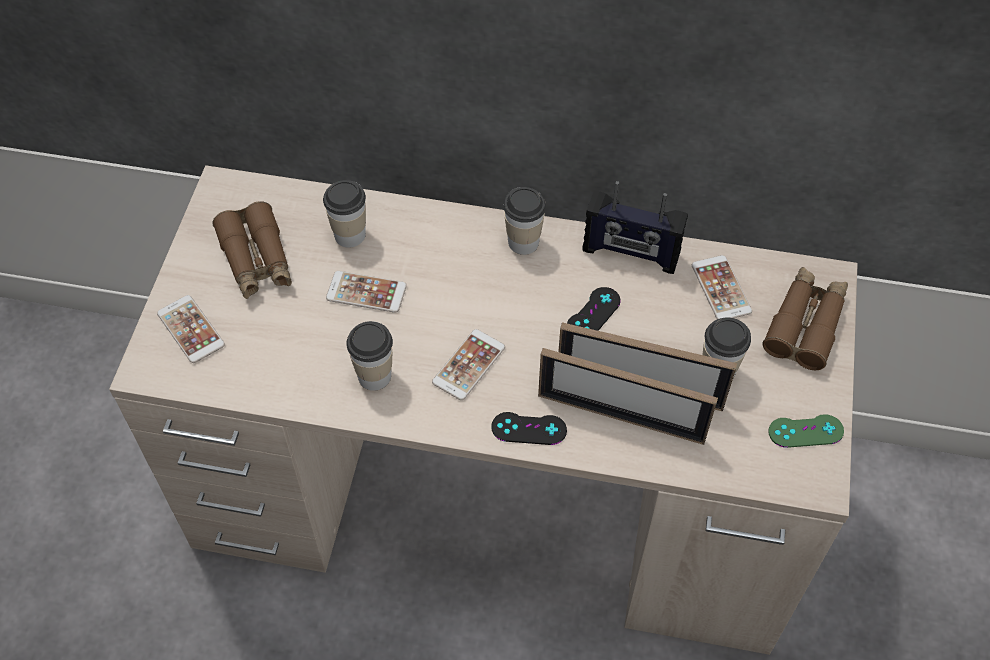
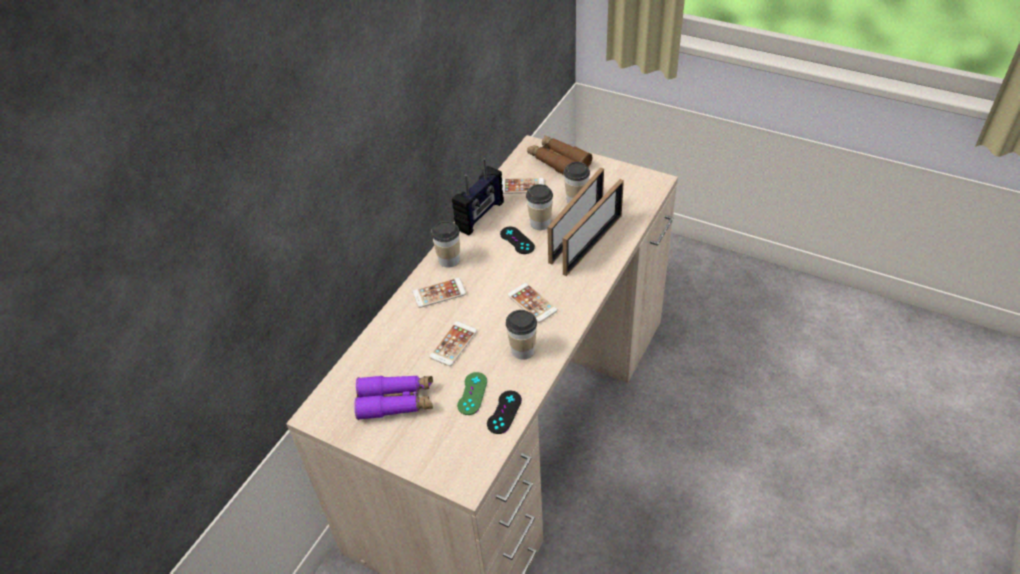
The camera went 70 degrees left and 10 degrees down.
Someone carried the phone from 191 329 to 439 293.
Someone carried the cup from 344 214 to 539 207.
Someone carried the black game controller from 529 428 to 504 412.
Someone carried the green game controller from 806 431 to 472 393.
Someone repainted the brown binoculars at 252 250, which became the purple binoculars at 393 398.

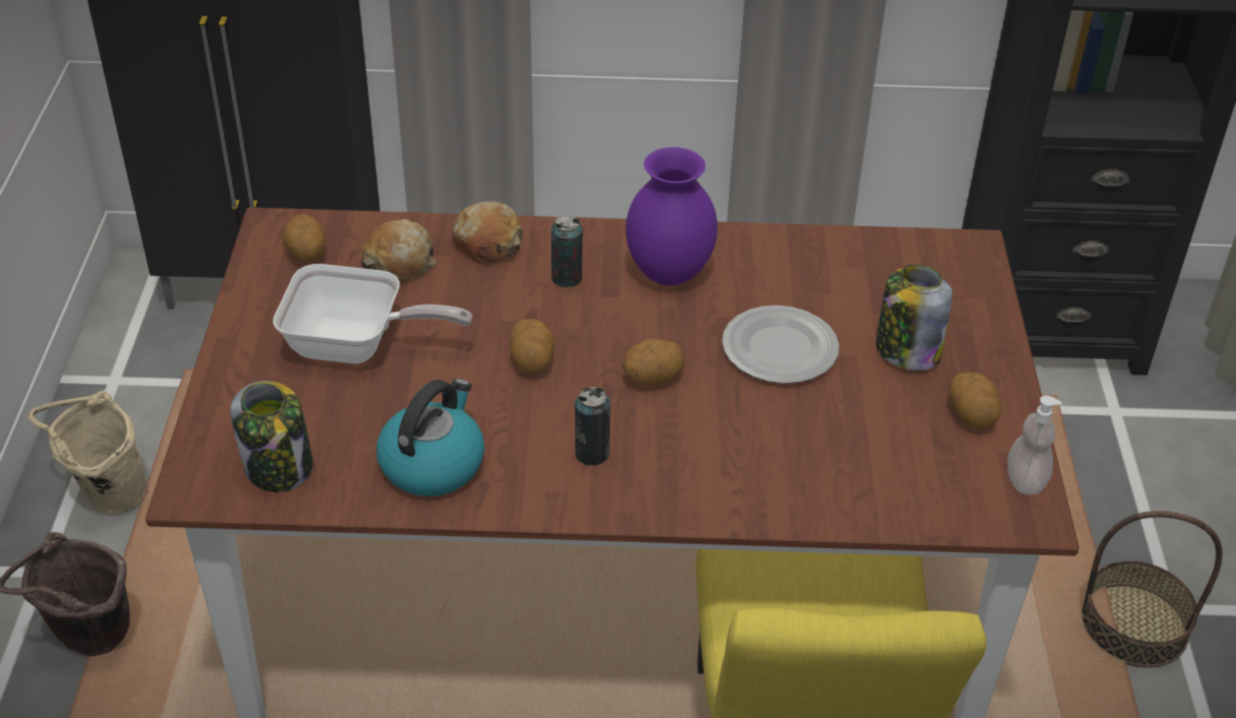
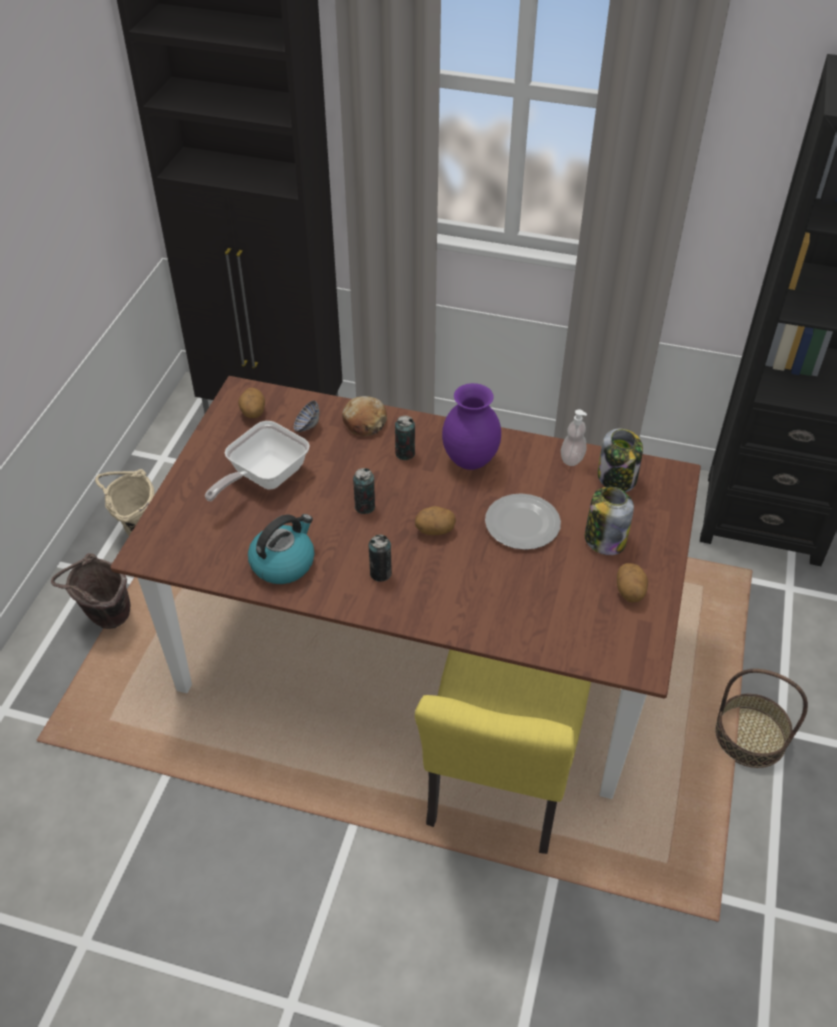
The camera went 15 degrees right and 5 degrees up.
Someone carried the jar from 271 436 to 620 460.
Someone carried the soap dispenser from 1035 445 to 574 437.
Someone swapped the bread at 398 250 for the bowl at 306 416.
Someone swapped the potato at 532 346 for the can at 364 491.
Someone rotated the frying pan at 372 314 by 105 degrees clockwise.

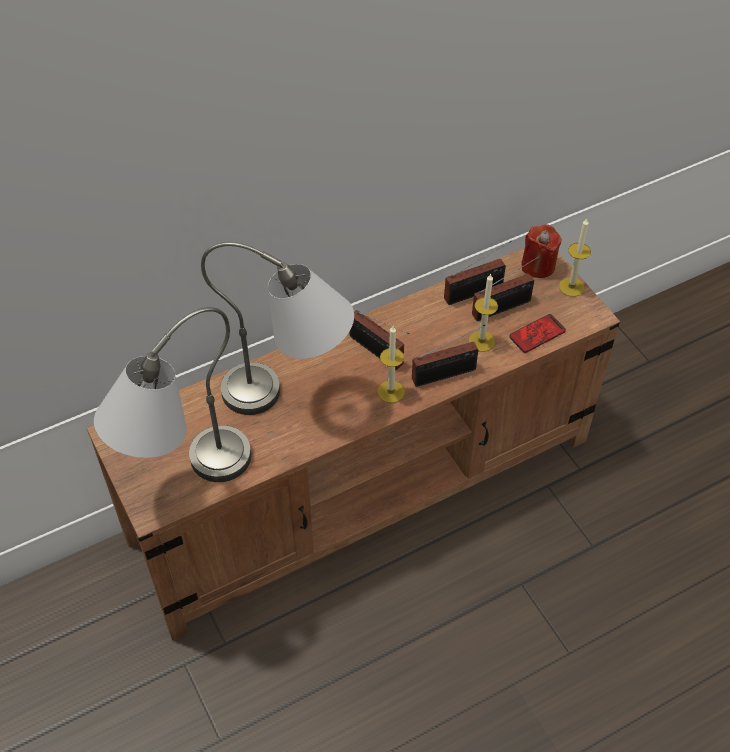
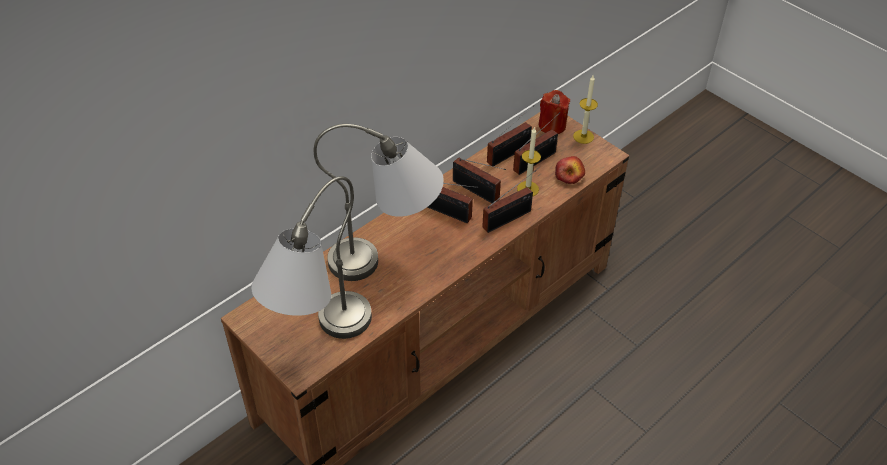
The camera went 15 degrees left and 5 degrees down.
Someone took away the candle at 391 364.
Someone put down the radio at 479 180.
Someone swapped the phone at 537 333 for the apple at 570 170.

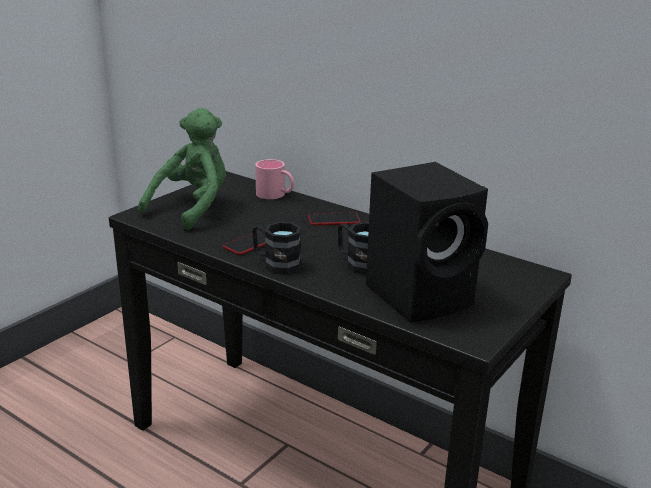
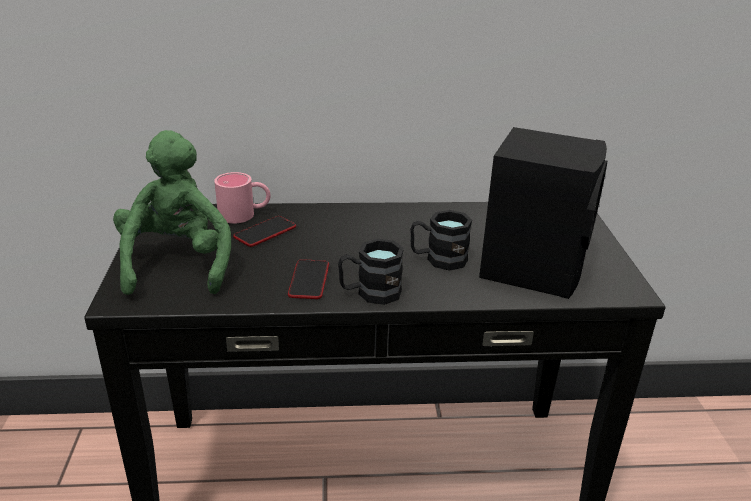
The camera went 40 degrees left and 5 degrees up.
Someone carried the phone from 334 218 to 264 231.

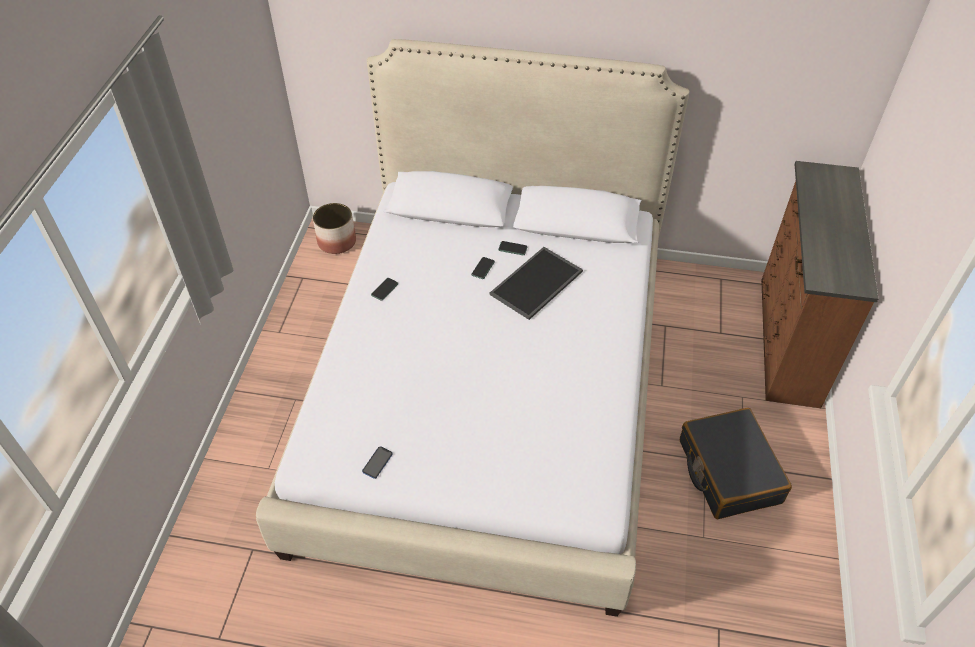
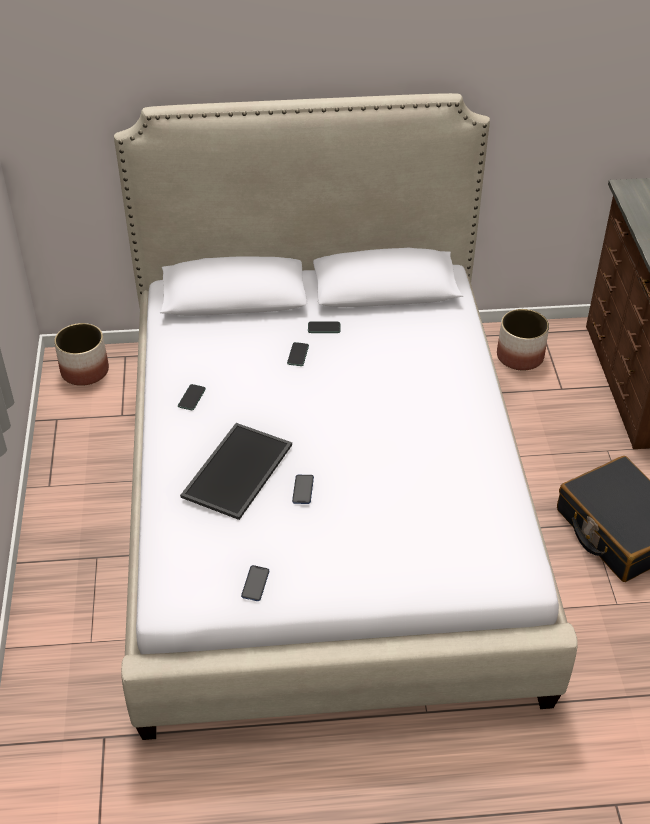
The camera went 15 degrees left and 5 degrees down.
Someone put down the phone at 303 489.
Someone put down the planter at 523 339.
Someone carried the tray from 536 283 to 236 471.

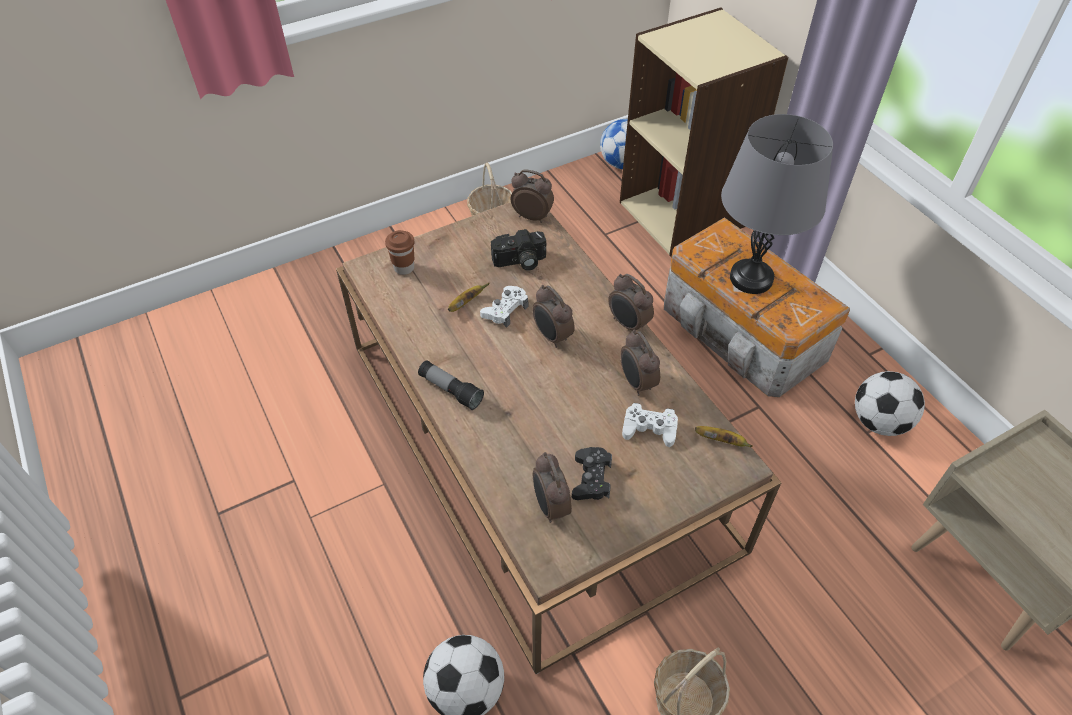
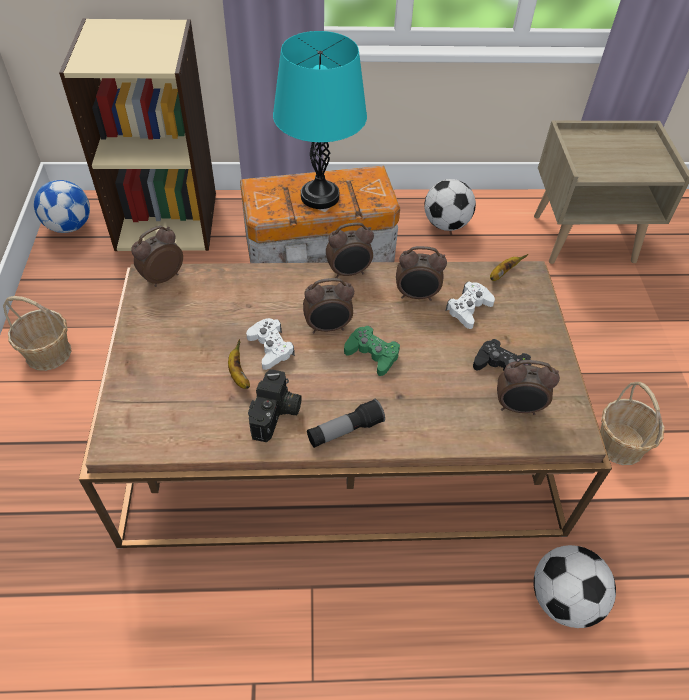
The camera went 65 degrees left and 0 degrees up.
Someone took away the brown cup at 399 252.
Someone put down the green game controller at 372 351.
Someone carried the photo camera from 518 250 to 275 405.
Someone repainted the grey table lamp at 777 204, which became the turquoise table lamp at 320 120.

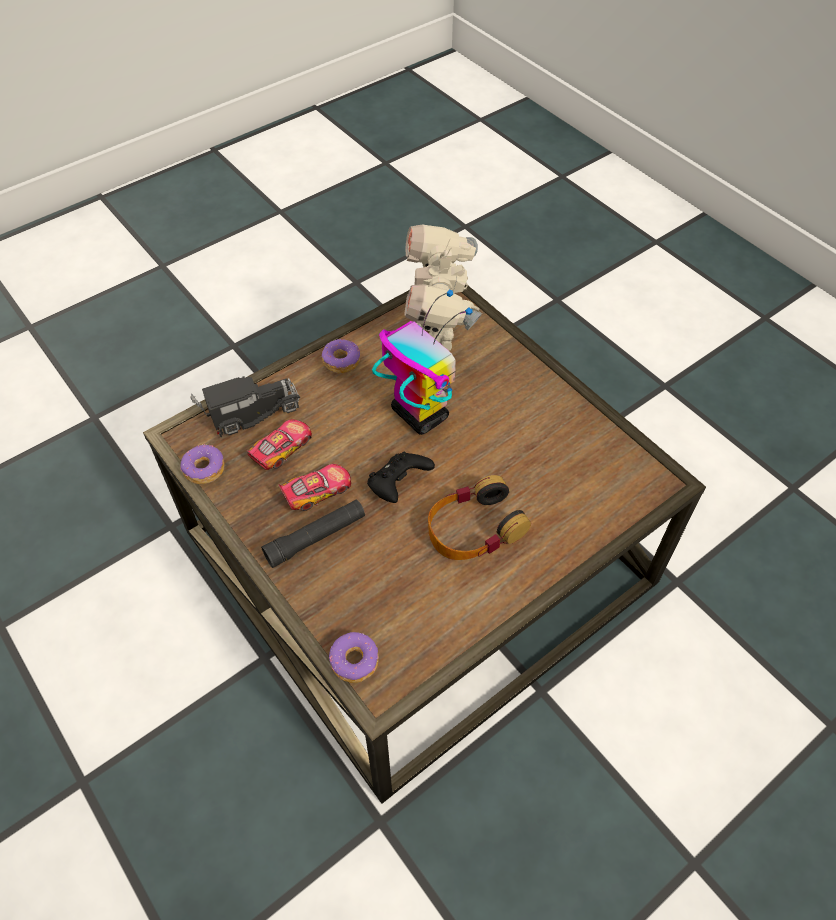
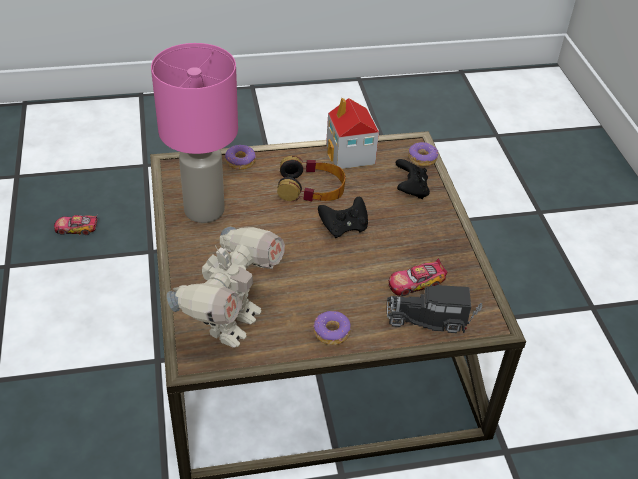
The camera went 155 degrees left and 10 degrees down.
Someone took away the black flashlight at 313 534.
Someone took away the toy robot at 422 362.
Someone put down the pink table lamp at 194 133.
Someone put down the toy house at 352 133.
Someone put down the black game controller at 413 179.
Someone carried the donut from 202 464 to 240 157.
Someone carried the toy car from 314 487 to 75 225.

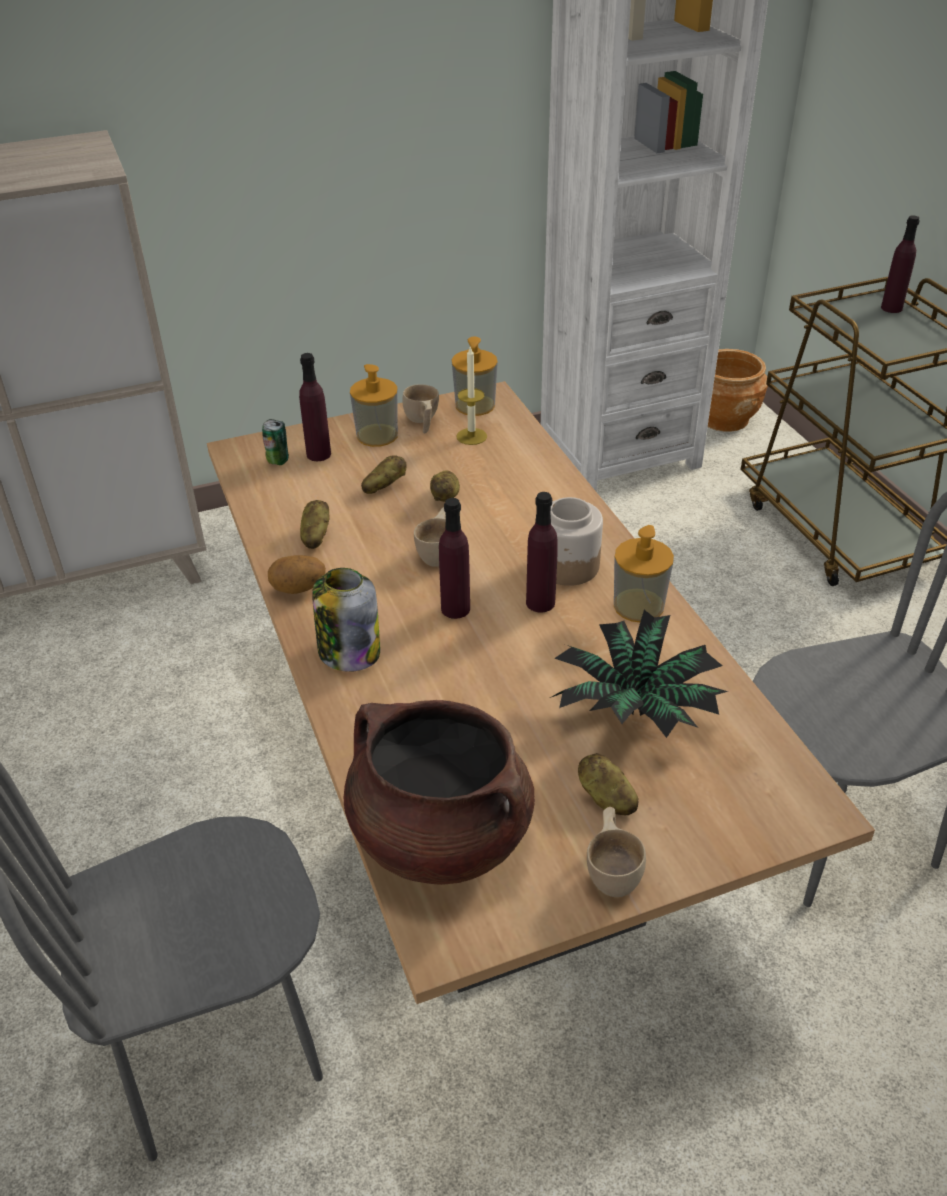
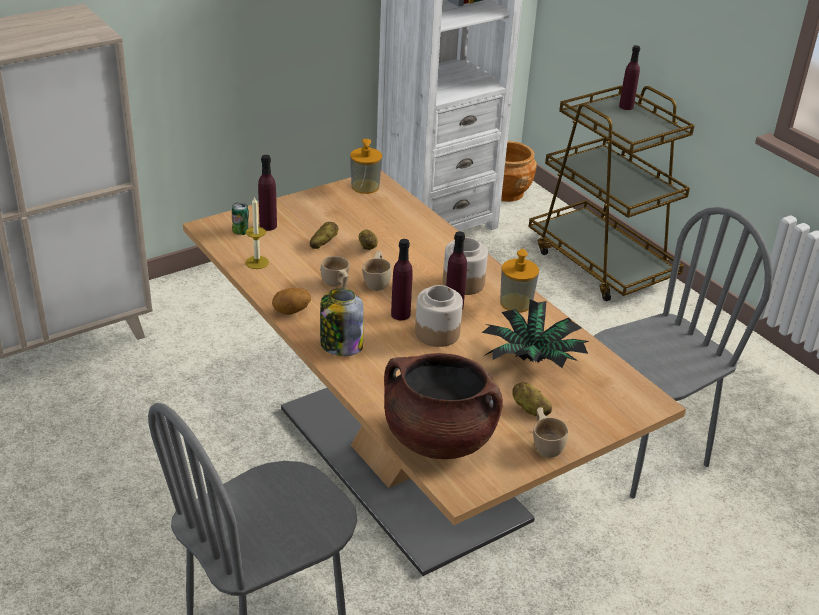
The camera went 15 degrees left and 5 degrees down.
Someone took away the potato at 315 524.
Someone took away the soap dispenser at 374 405.
Someone put down the jar at 439 316.
Someone carried the beige cup from 420 408 to 335 272.
Someone carried the candle from 471 396 to 257 232.

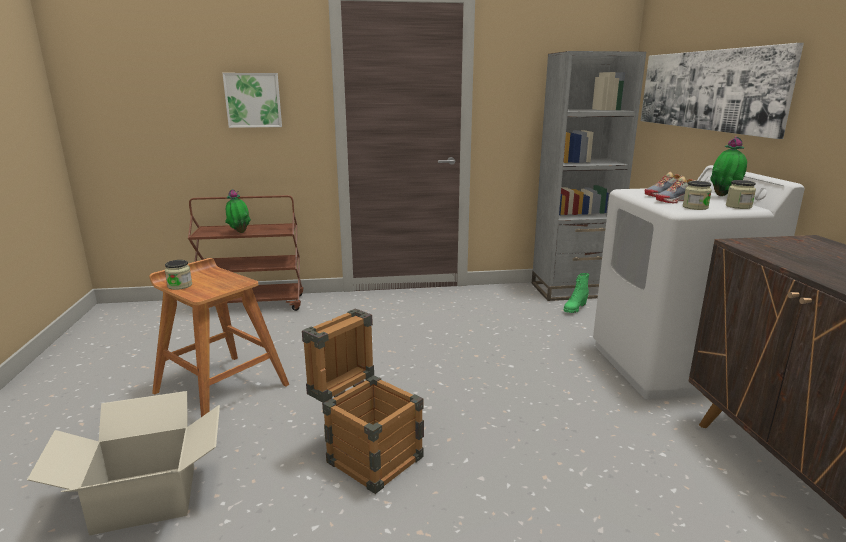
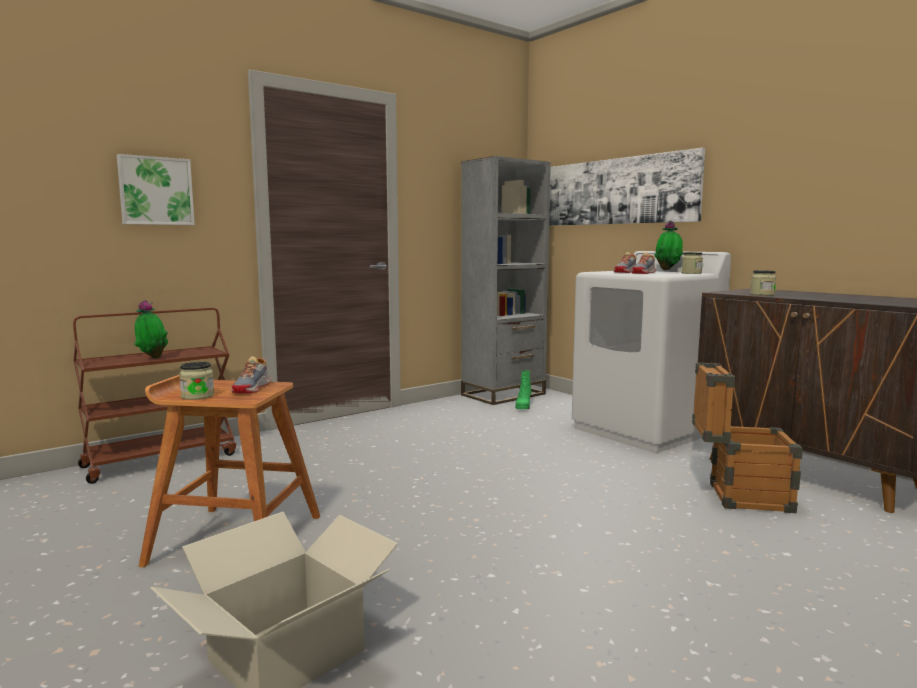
The camera went 30 degrees left and 10 degrees down.
Someone put down the shoe at 251 374.
Someone carried the crate from 363 401 to 747 437.
Someone carried the jar from 697 195 to 763 283.

